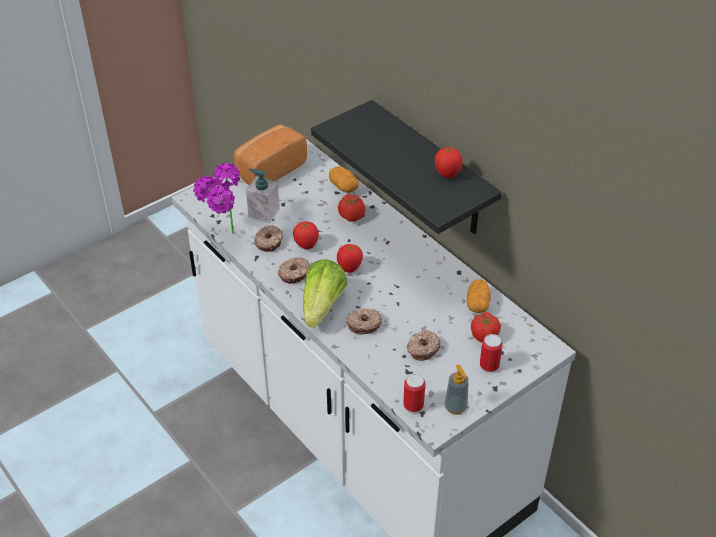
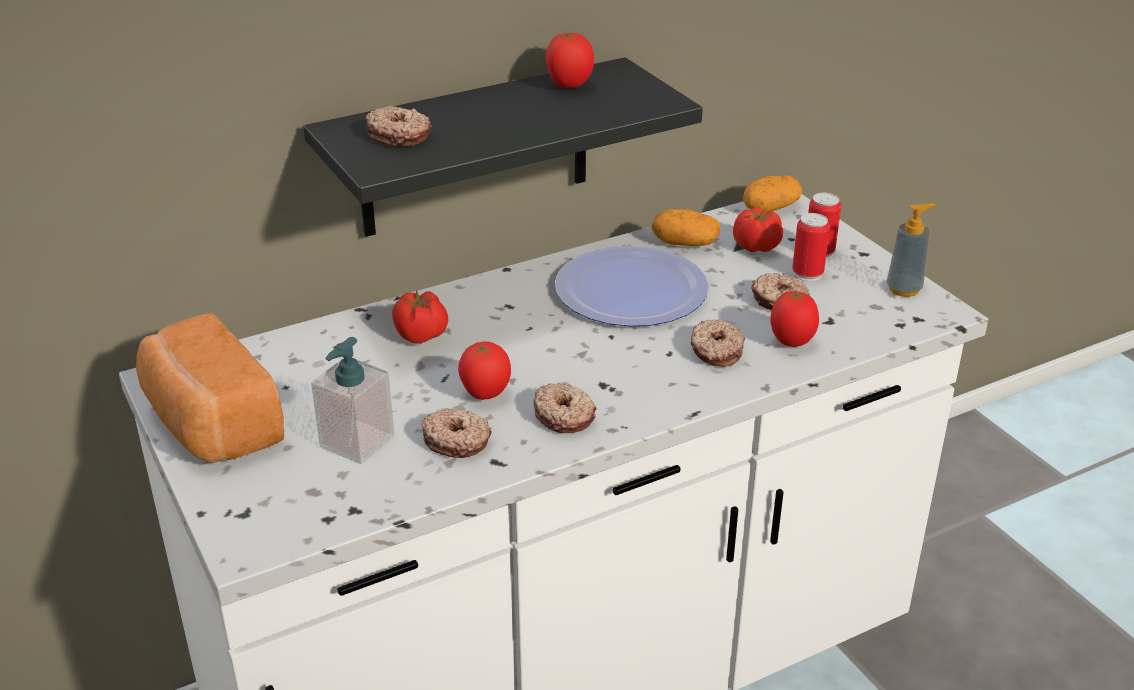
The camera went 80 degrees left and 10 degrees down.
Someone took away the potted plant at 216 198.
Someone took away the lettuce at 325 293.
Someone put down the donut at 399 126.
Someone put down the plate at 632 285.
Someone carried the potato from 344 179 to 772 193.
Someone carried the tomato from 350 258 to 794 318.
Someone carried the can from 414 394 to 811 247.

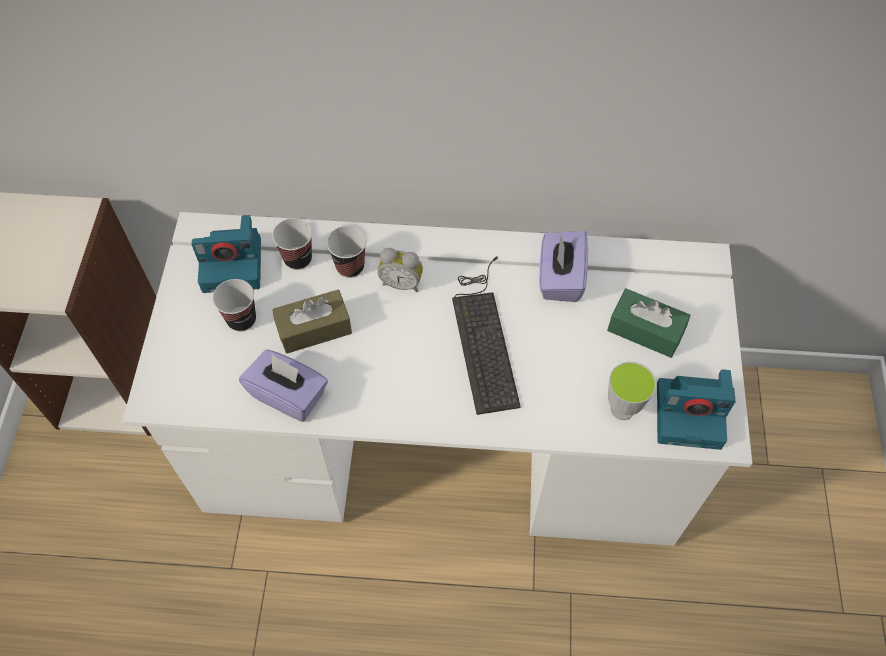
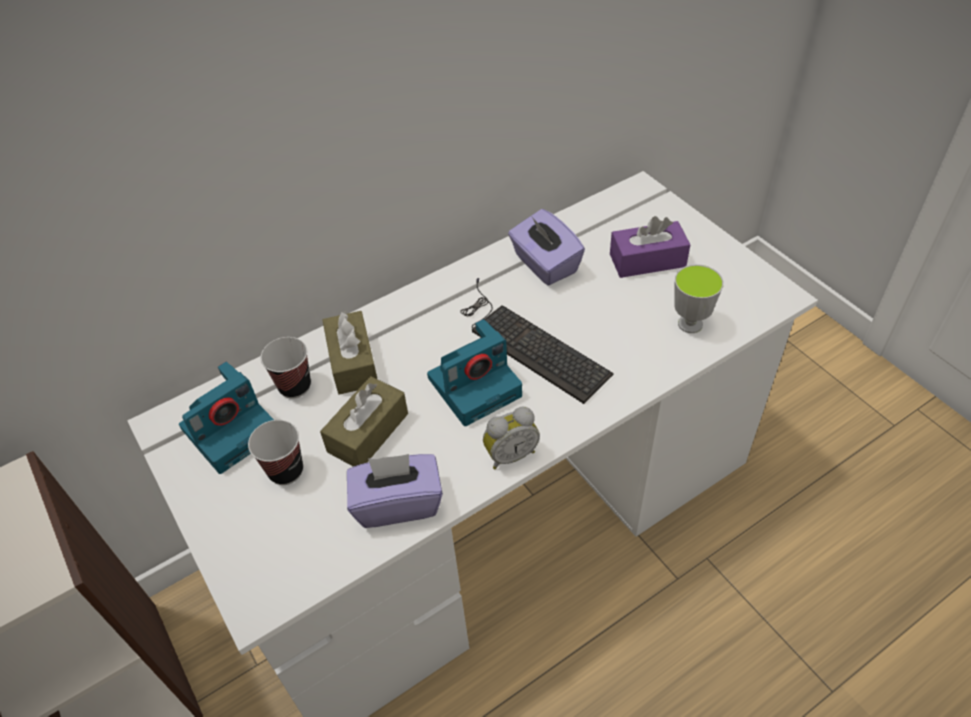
The camera went 35 degrees left and 10 degrees down.
Someone carried the alarm clock from 400 270 to 511 438.
Someone carried the photo camera from 696 409 to 474 372.
Someone swapped the cup at 346 252 for the brown tissue box at 349 352.
Someone repainted the green tissue box at 649 323, which became the purple tissue box at 650 247.

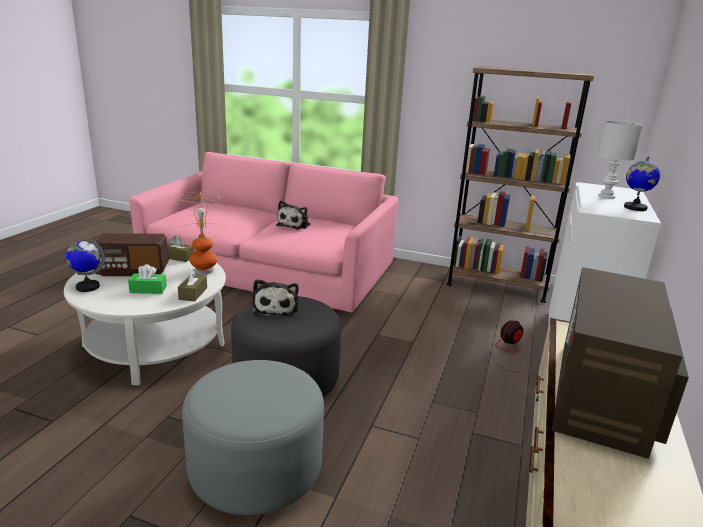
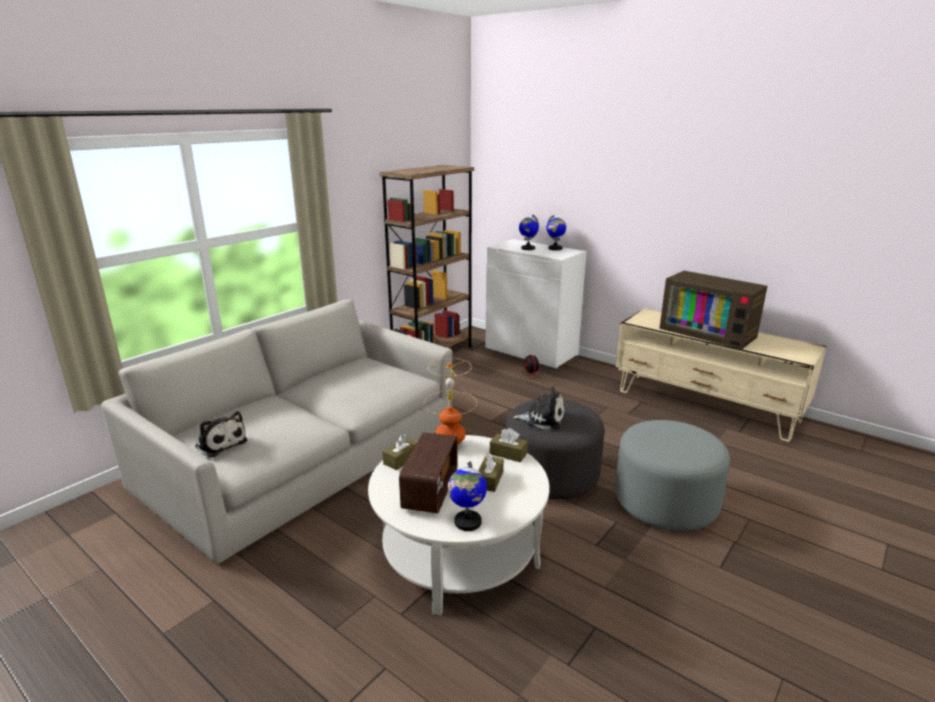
The camera went 70 degrees left and 0 degrees up.
Someone carried the plush toy from 293 215 to 221 434.
Someone swapped the white table lamp at 620 159 for the globe at 529 232.
Someone repainted the green tissue box at 147 279, which became the brown tissue box at 491 472.
Someone repainted the pink sofa at 263 232, which became the grey sofa at 276 431.

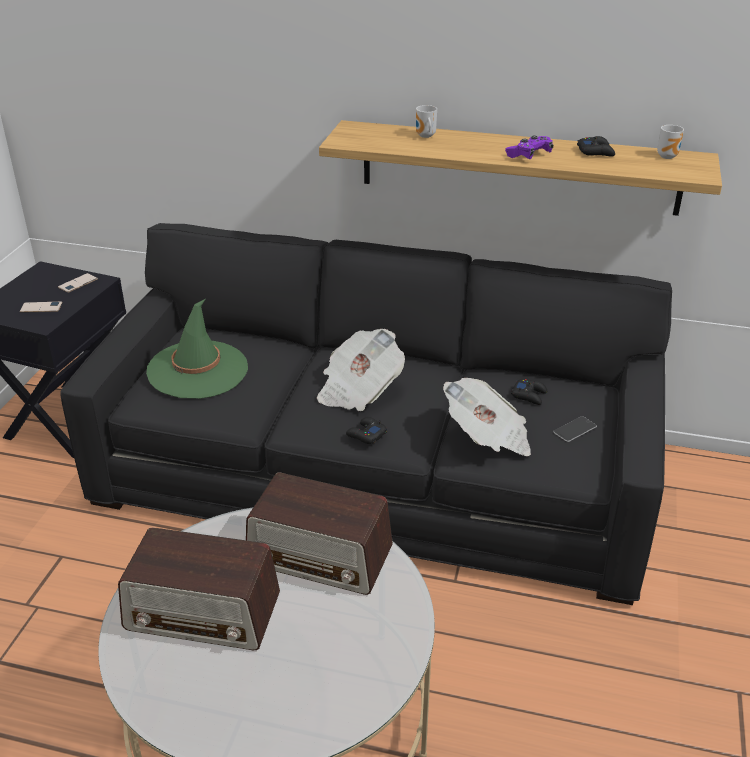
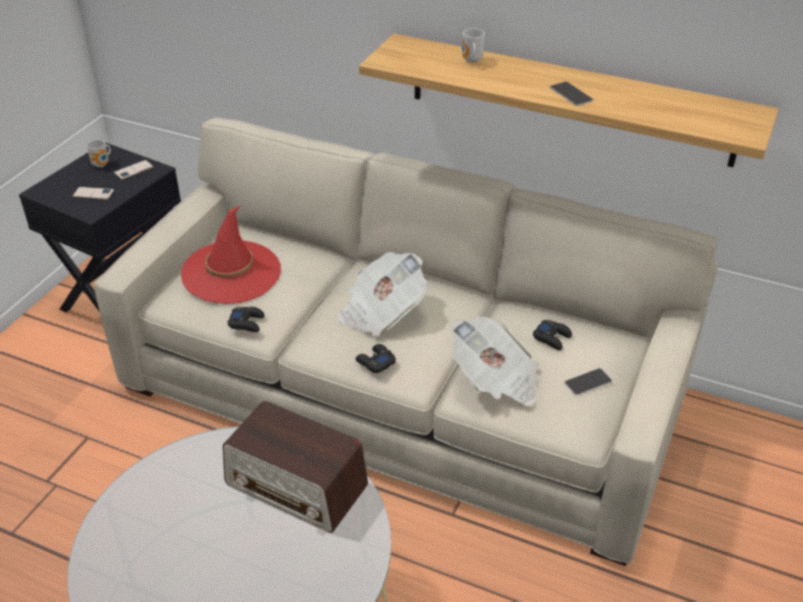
The camera went 10 degrees right and 5 degrees up.
Someone took away the radio at 199 589.
Someone carried the black game controller from 596 146 to 246 319.
Someone carried the mug from 670 142 to 99 153.
Someone swapped the purple game controller at 529 147 for the phone at 572 94.
Someone repainted the black sofa at 366 414, which became the beige sofa at 406 341.
Someone repainted the green hat at 197 349, which became the red hat at 231 254.

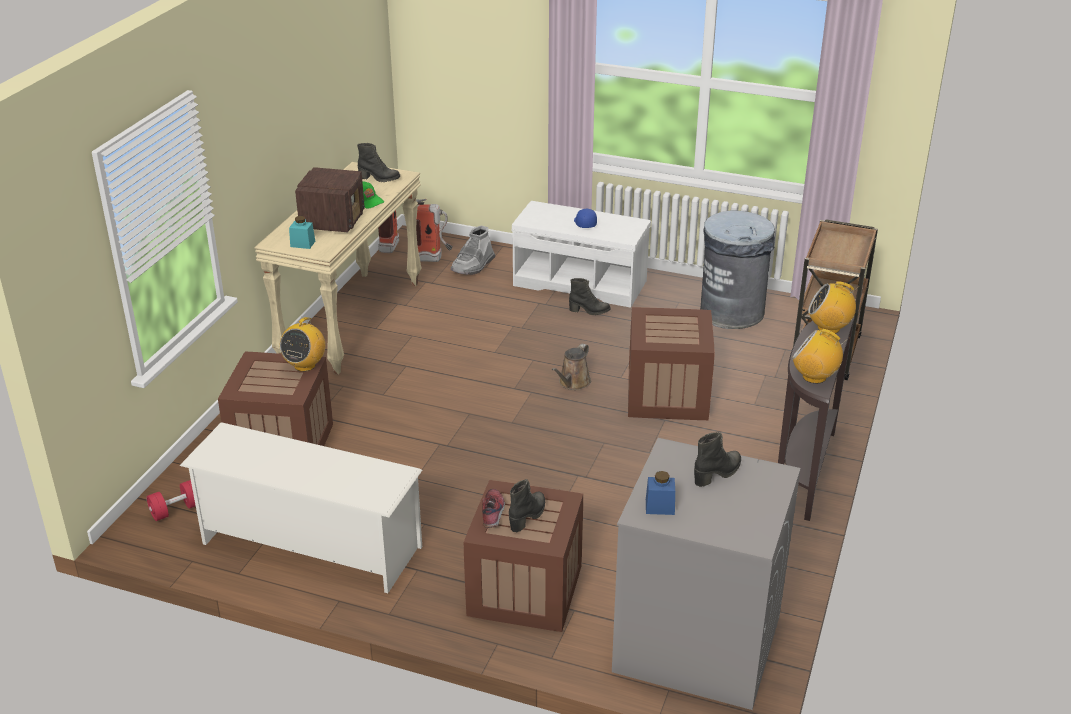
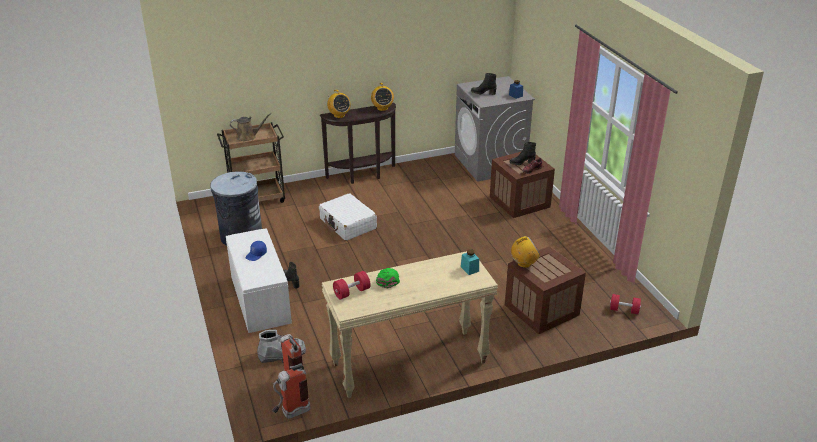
The camera went 130 degrees left and 0 degrees up.
Someone took away the white shoe rack at 301 507.
Someone took away the radio at 330 200.
Someone carried the brown watering can from 571 367 to 250 127.
Someone swapped the black boot at 378 162 for the red dumbbell at 352 285.
Someone swapped the crate at 671 363 for the white suitcase at 348 217.

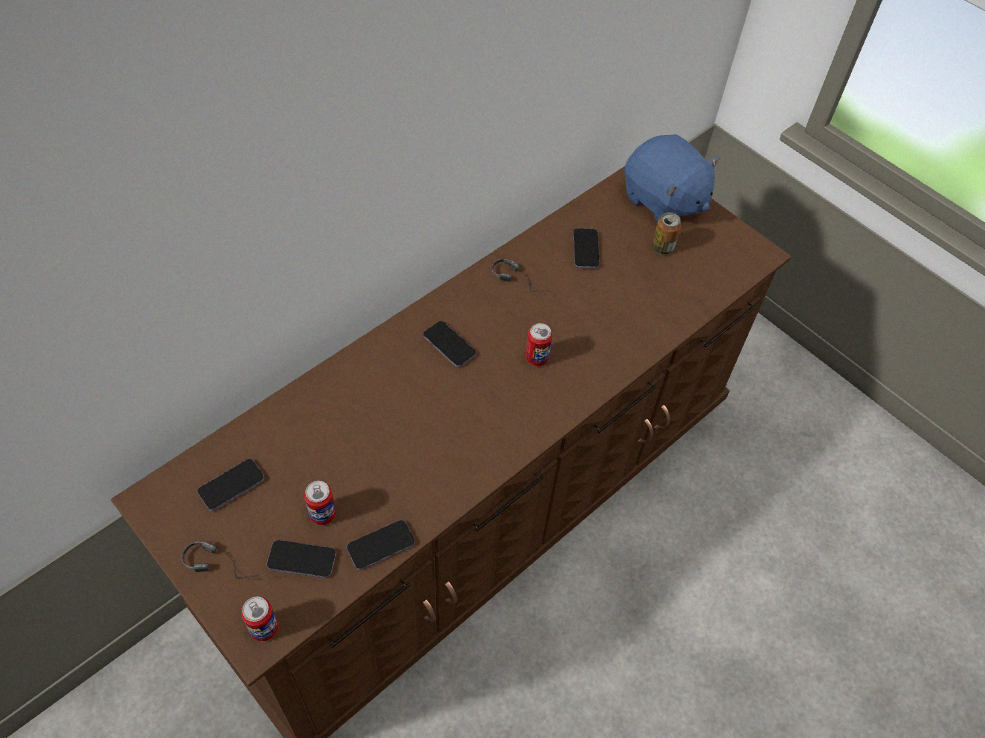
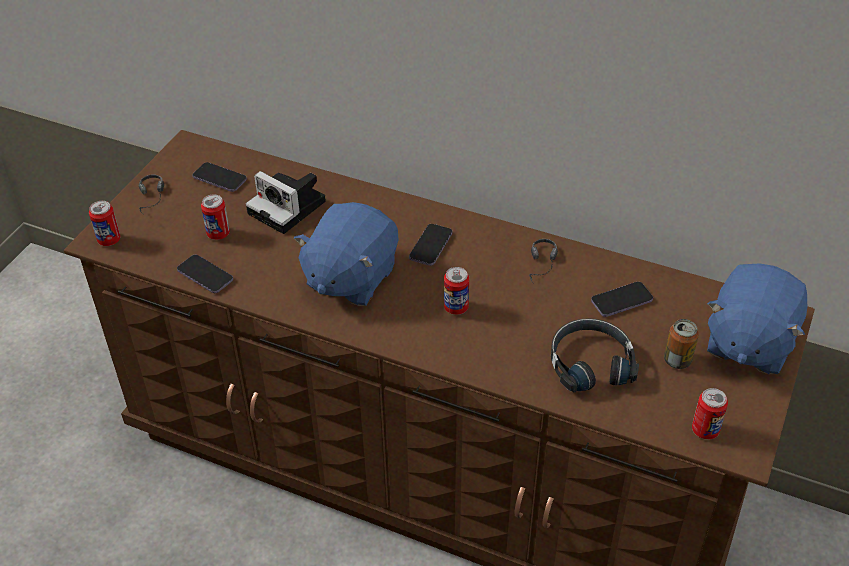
The camera went 70 degrees right and 10 degrees down.
Someone took away the phone at 301 559.
Someone put down the photo camera at 286 202.
Someone put down the blue plush toy at 346 254.
Someone put down the black headphones at 595 355.
Someone put down the can at 710 413.

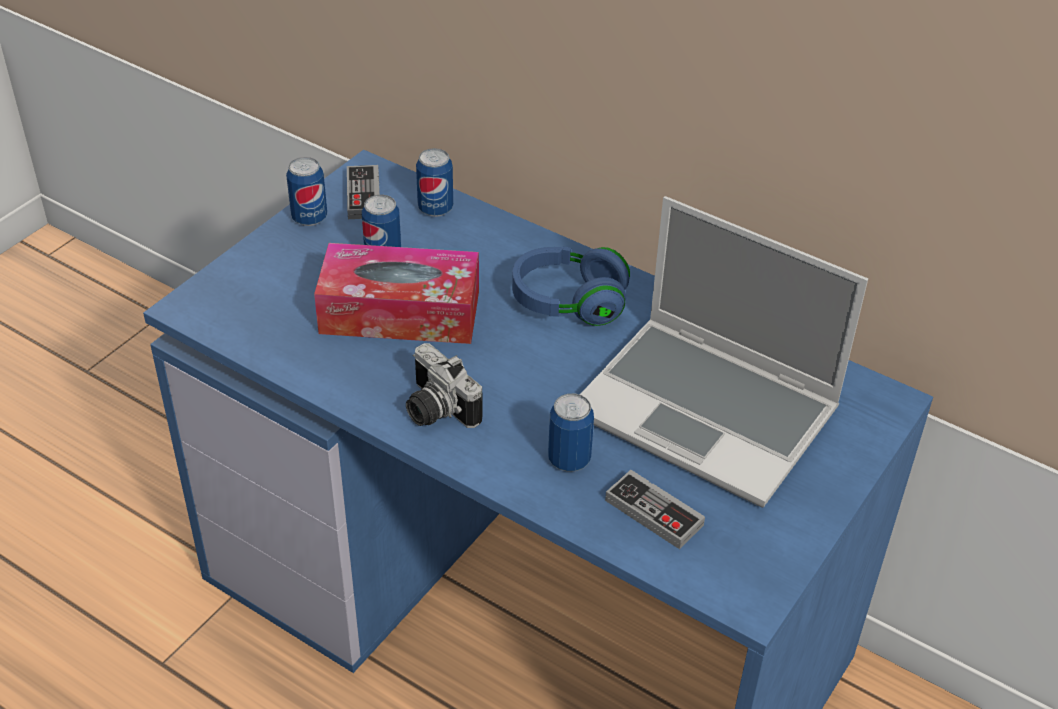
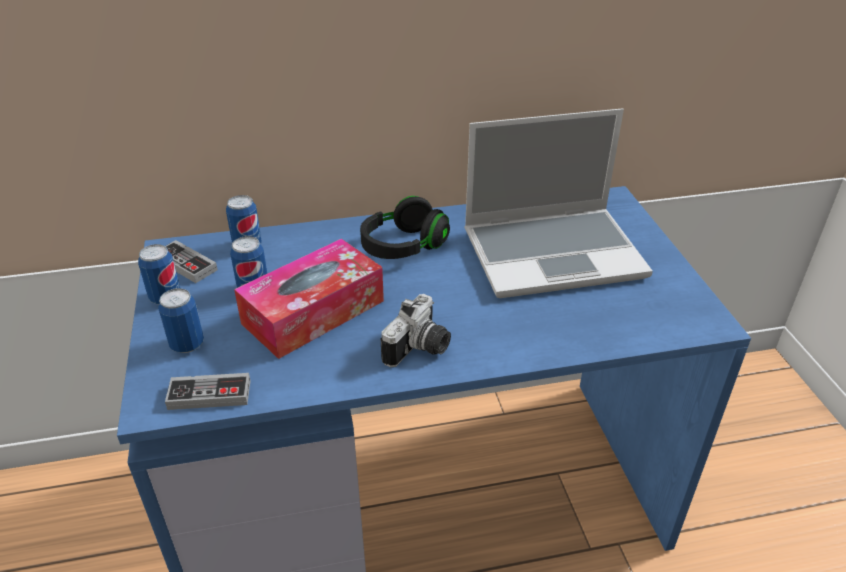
The camera went 45 degrees left and 5 degrees down.
Someone carried the can from 571 432 to 181 320.
Someone carried the game controller from 655 509 to 207 391.
Someone repainted the blue headphones at 571 286, which became the black headphones at 405 227.
Someone rotated the photo camera at 444 385 by 60 degrees counterclockwise.

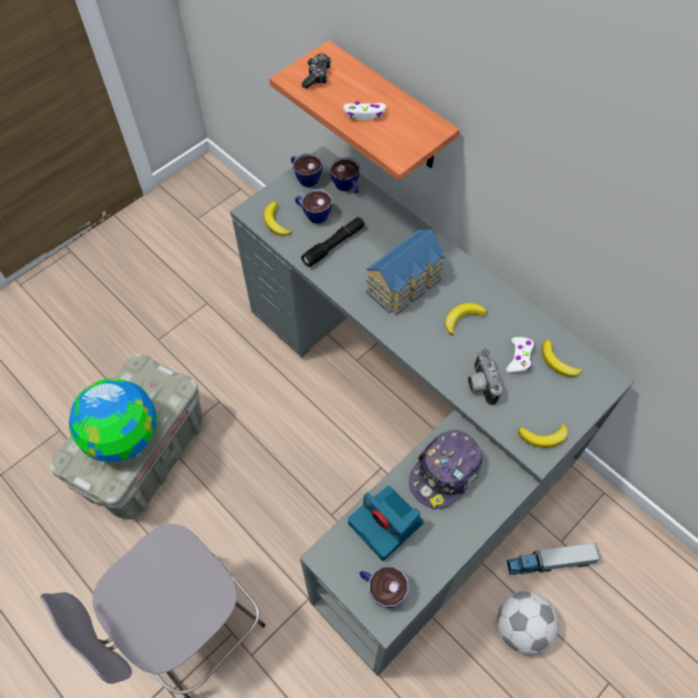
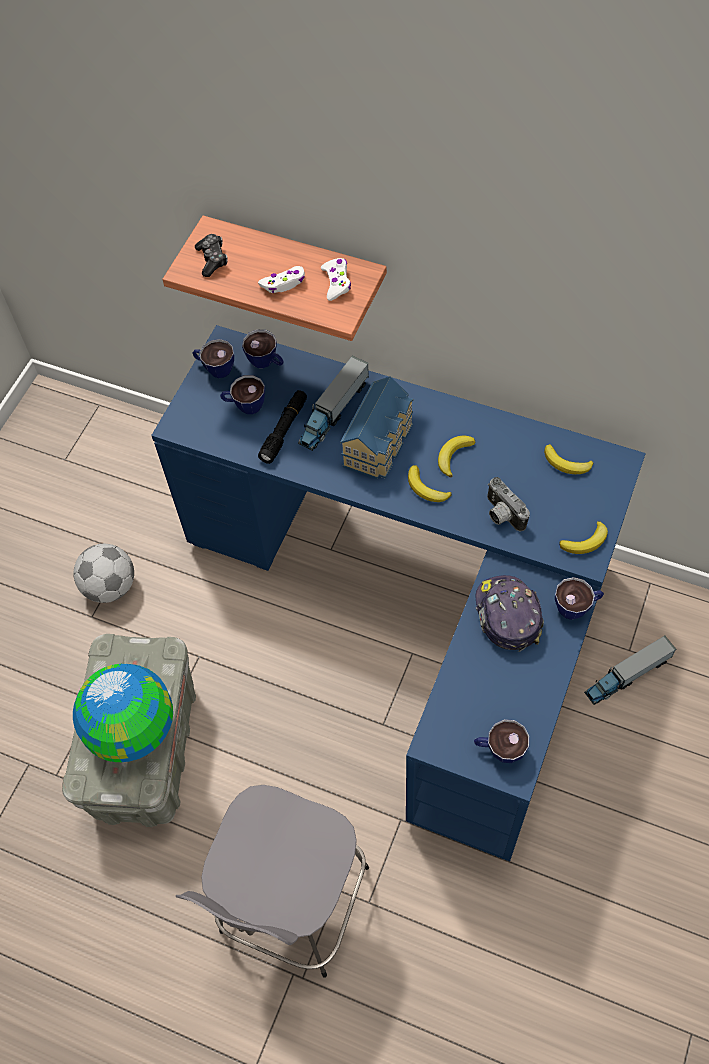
The camera went 20 degrees left and 0 degrees up.
Someone took away the photo camera at 386 523.
Someone put down the toy truck at 333 403.
Someone put down the cup at 579 598.
Someone carried the banana from 278 219 to 430 483.
Someone carried the football from 528 623 to 104 573.
Someone carried the white game controller from 520 355 to 336 279.
Someone repainted the grey desk at 432 411, which became the blue desk at 398 593.
Someone rotated the cap at 445 469 by 150 degrees clockwise.

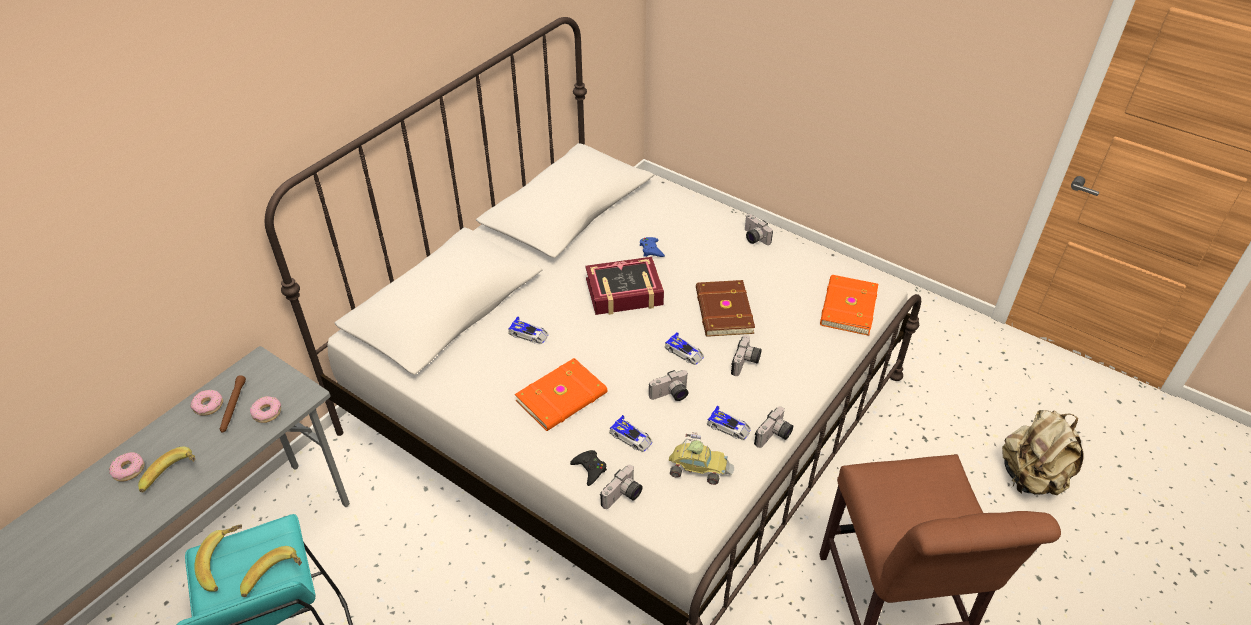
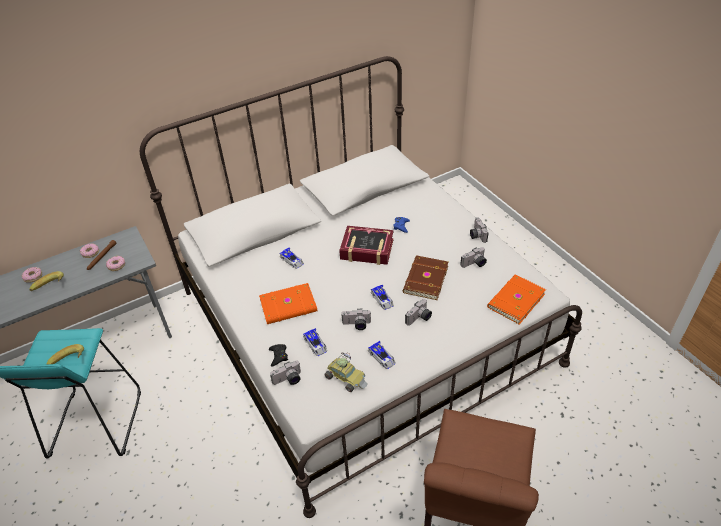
The camera went 25 degrees right and 0 degrees up.
Someone took away the banana at 218 558.
Someone took away the beige backpack at 1043 452.
Someone carried the photo camera from 773 427 to 473 257.

